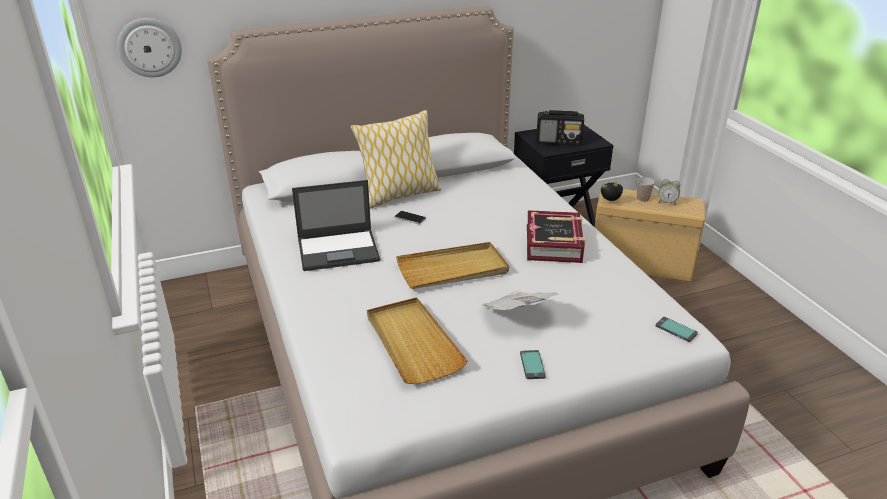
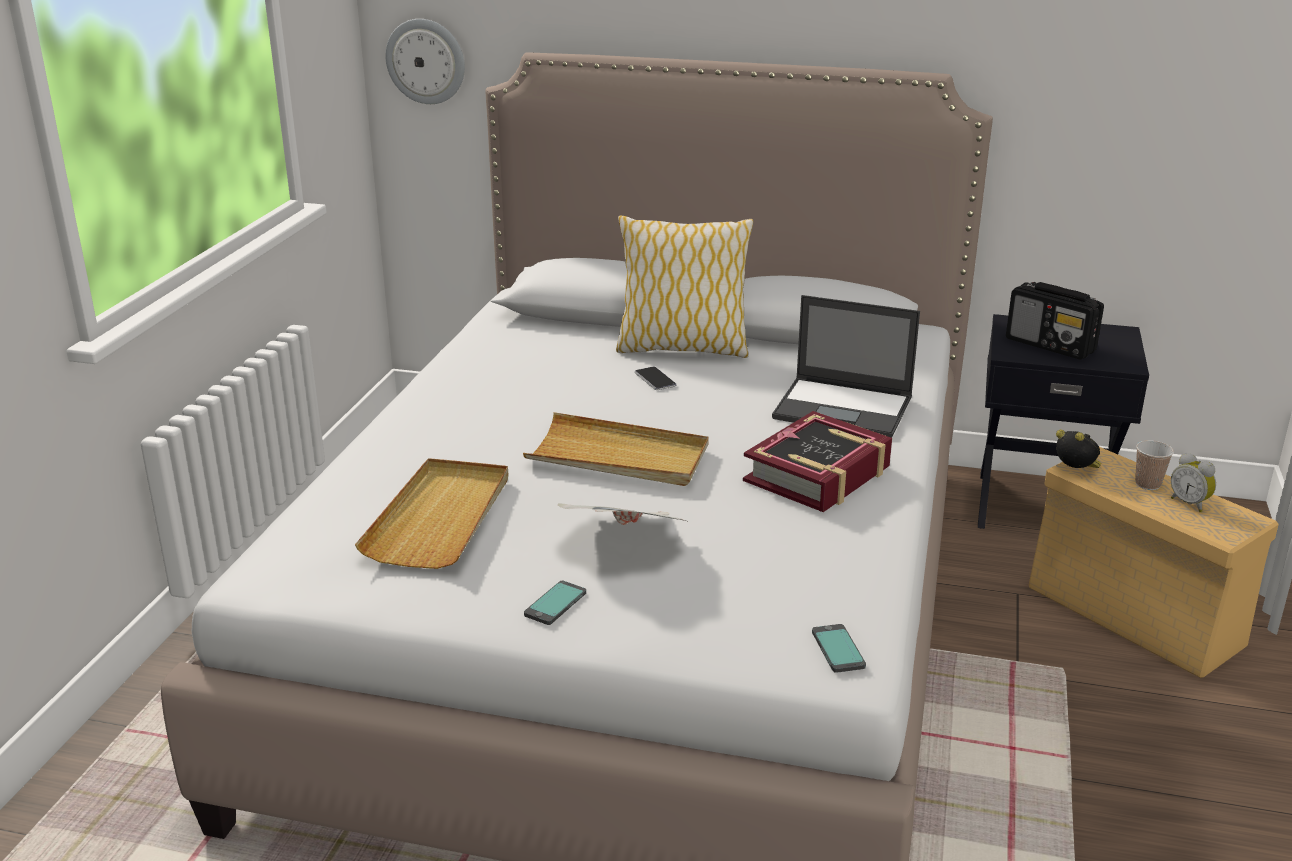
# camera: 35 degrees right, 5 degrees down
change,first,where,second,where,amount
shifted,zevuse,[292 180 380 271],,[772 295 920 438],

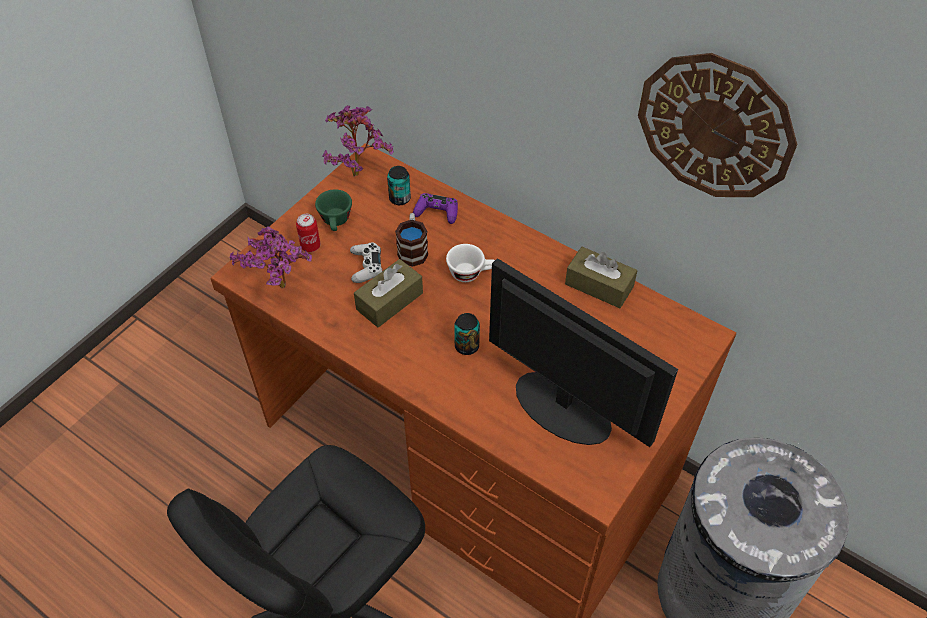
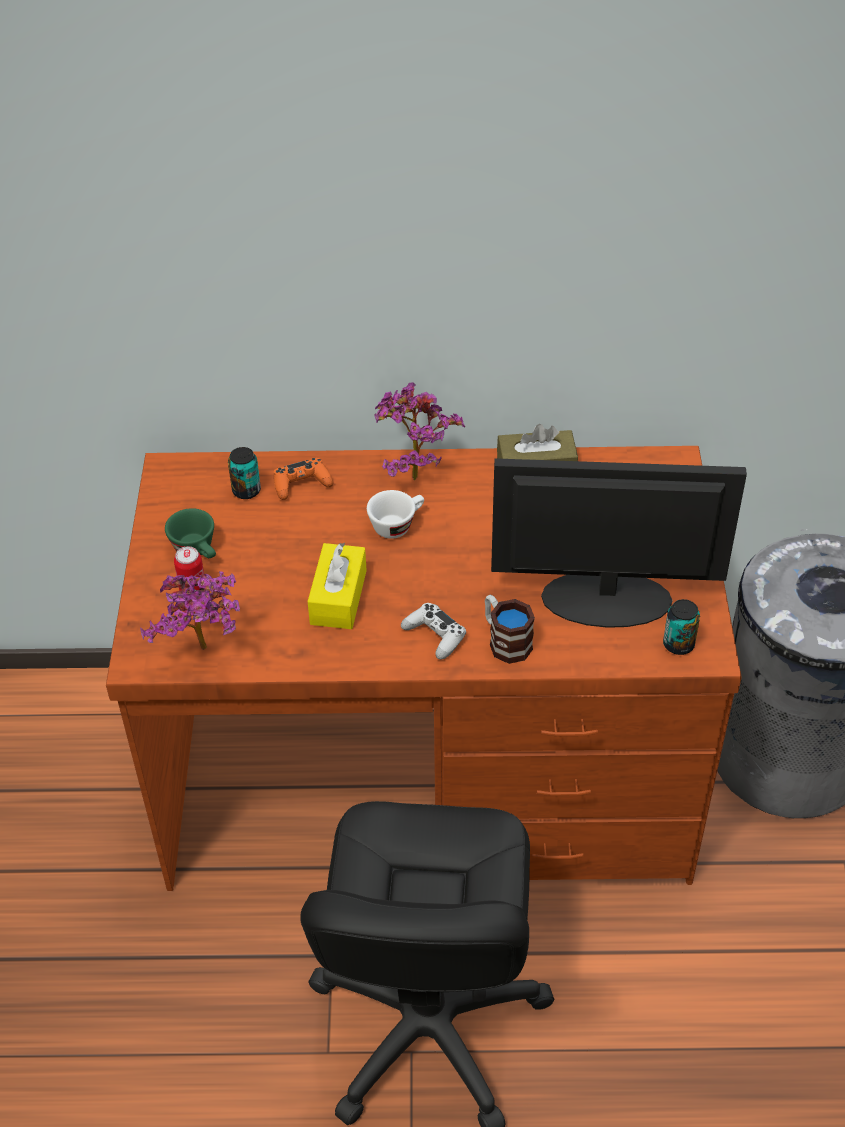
# camera: 35 degrees left, 5 degrees down
change,first,where,second,where,amount
gone,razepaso,[638 53 797 197],,,
shifted,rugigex,[322 106 394 177],,[374 382 465 481],
repainted,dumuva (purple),[413 193 458 224],dumuva (orange),[274 458 333 500],
shifted,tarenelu,[395 213 428 267],,[485 595 535 664],
shifted,dumuva (white),[350 242 382 283],,[401 603 466 660],
repainted,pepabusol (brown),[354 259 423 328],pepabusol (yellow),[308 543 367 629],
shifted,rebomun,[454 313 480 355],,[663 599 700 655],

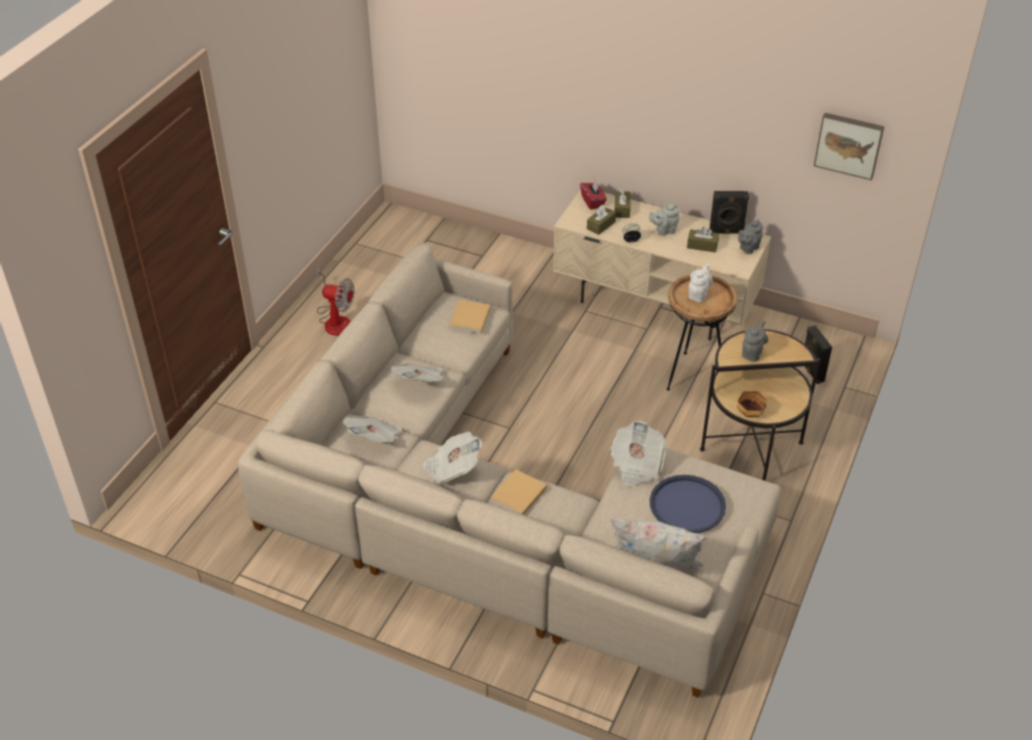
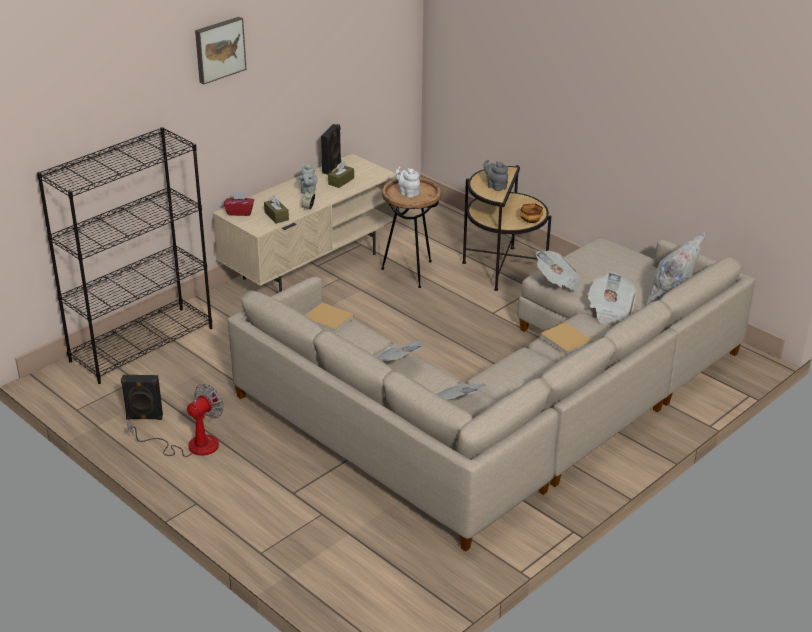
# camera: 70 degrees left, 10 degrees down
change,first,where,second,where,amount
shifted,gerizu,[814 113 884 180],,[195 17 247 84],
gone,pepabusol (brown),[615 189 630 218],,,
gone,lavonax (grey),[738 220 763 254],,,
shifted,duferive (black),[804 326 832 384],,[121 375 163 420],
shifted,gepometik,[422 432 483 485],,[587 272 637 324],
gone,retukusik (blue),[650 475 726 533],,,
new,,,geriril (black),[37 127 212 384],

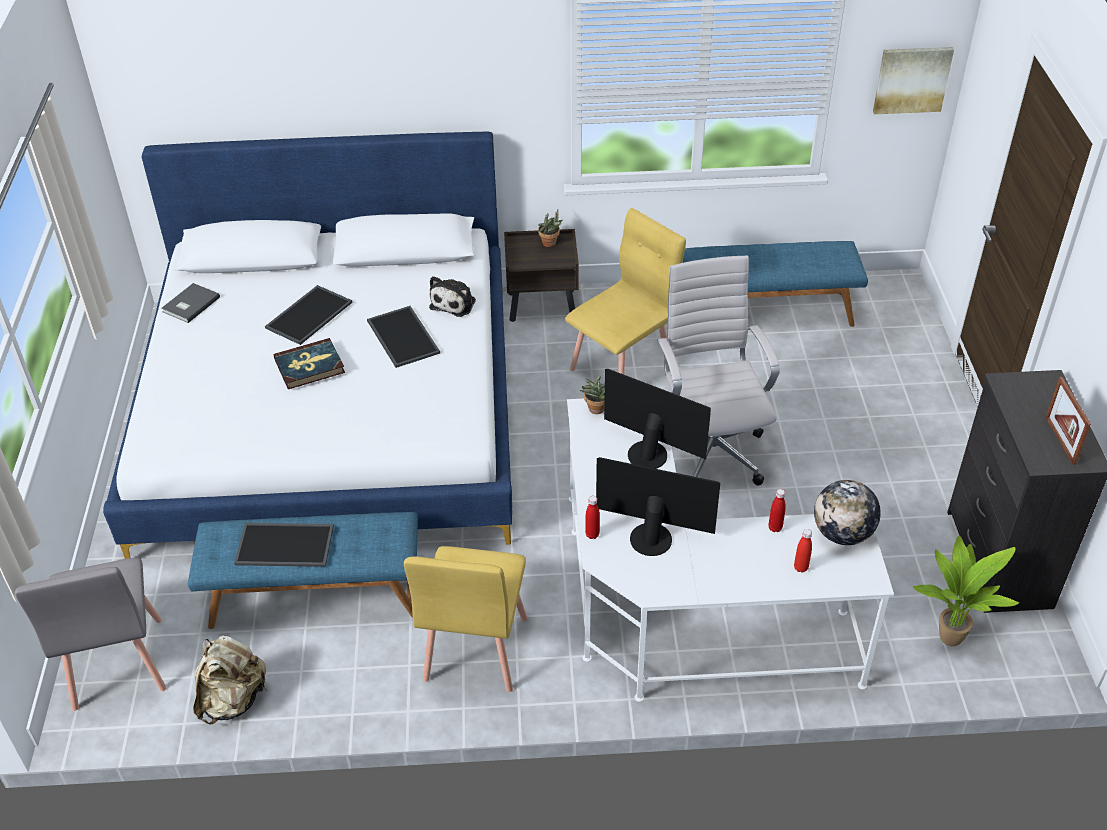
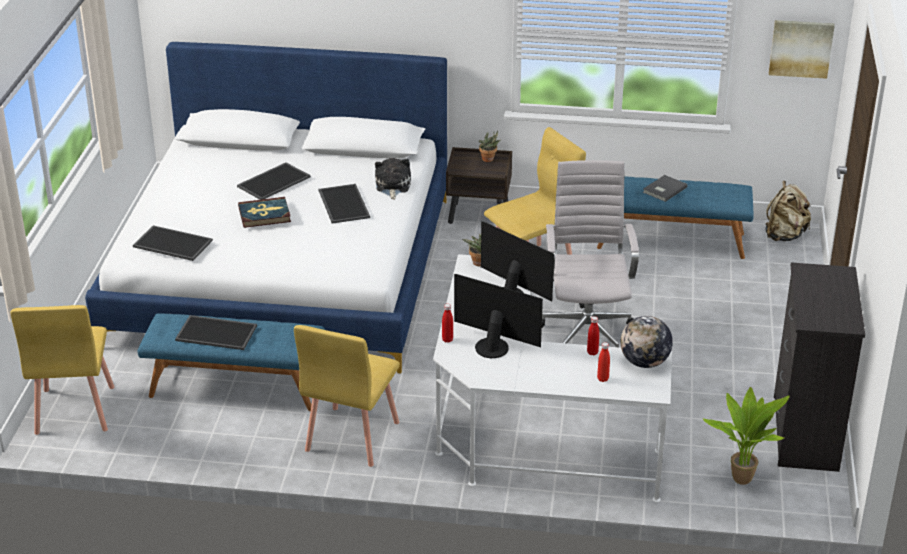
# camera: 10 degrees right, 10 degrees down
change,first,where,second,where,amount
rotated,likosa,[429 276 476 317],,[375 158 411 200],150 degrees clockwise
shifted,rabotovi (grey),[161 283 220 323],,[643 175 688 202],
gone,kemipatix,[1046 377 1091 465],,,
repainted,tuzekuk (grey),[15 558 166 711],tuzekuk (yellow),[11 305 114 435],
shifted,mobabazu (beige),[193 636 266 724],,[765 181 811 241],
new,,,retukusik,[133 225 213 261],

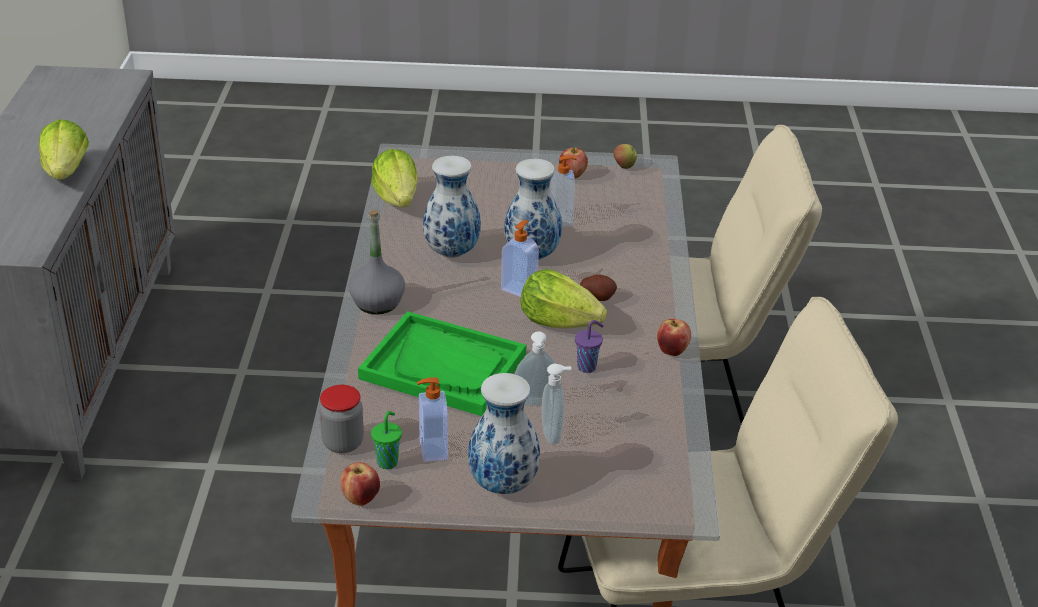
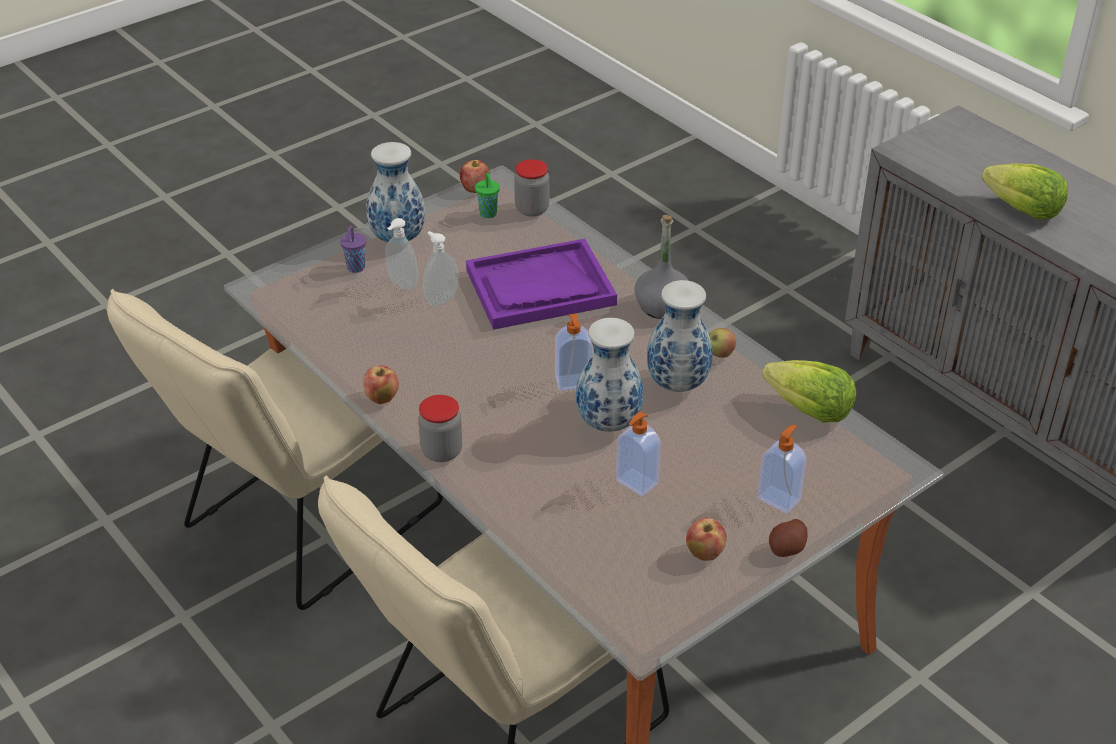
# camera: 140 degrees right, 5 degrees up
change,first,where,second,where,amount
shifted,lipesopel,[613 144 637 169],,[709 328 736 358],
gone,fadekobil,[520 269 607 329],,,
shifted,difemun,[580 274 617 301],,[769 519 808 557],
repainted,retukusik (green),[358 311 526 416],retukusik (purple),[466 239 617 330],
shifted,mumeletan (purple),[575 320 604 373],,[340 226 366 273],
shifted,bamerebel,[417 377 448 462],,[757 425 807 513],
new,,,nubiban,[418 395 462 462],

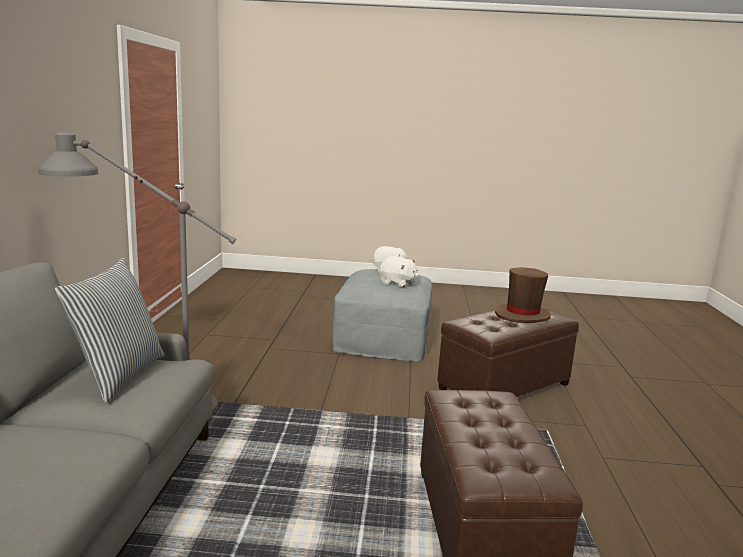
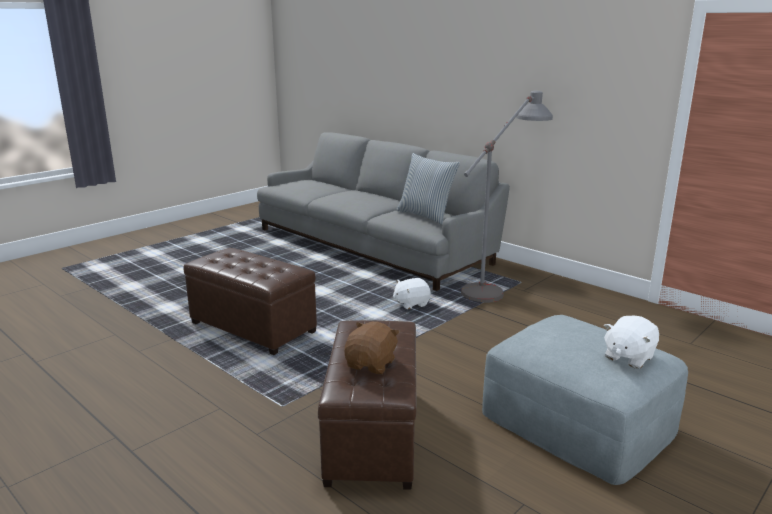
# camera: 130 degrees right, 5 degrees up
change,first,where,second,where,amount
shifted,likosa (white),[379 256 418 287],,[393 278 431 309],
swapped,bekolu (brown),[495 267 551 323],likosa (brown),[344 322 400 374],

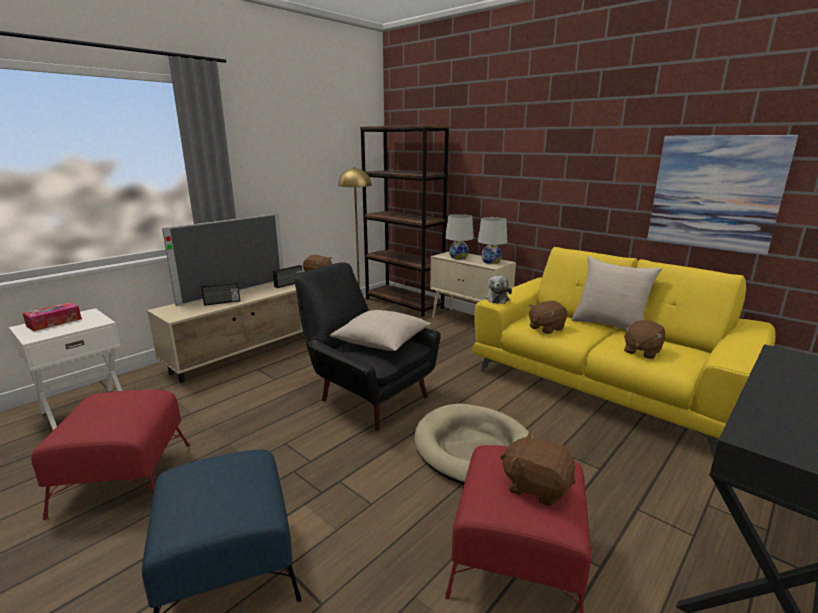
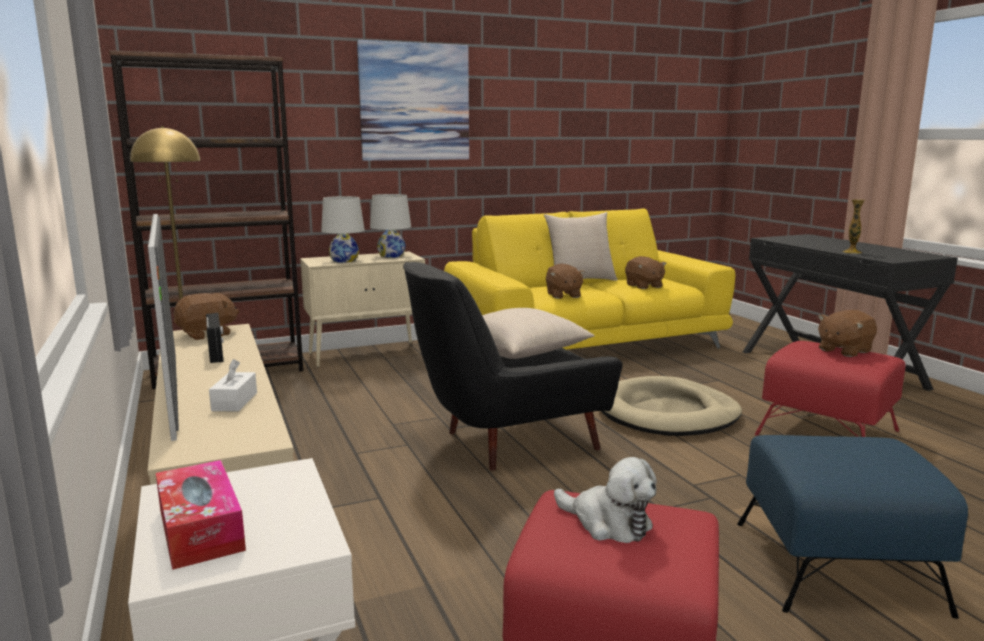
# camera: 65 degrees left, 5 degrees down
change,first,where,second,where,amount
shifted,gerizu,[647 135 798 255],,[357 40 469 161],
shifted,likosa,[485 276 512 304],,[554 457 657 543],
swapped,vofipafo,[201 282 240 306],pepabusol (white),[209 359 257 411],
new,,,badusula,[843 199 865 254],

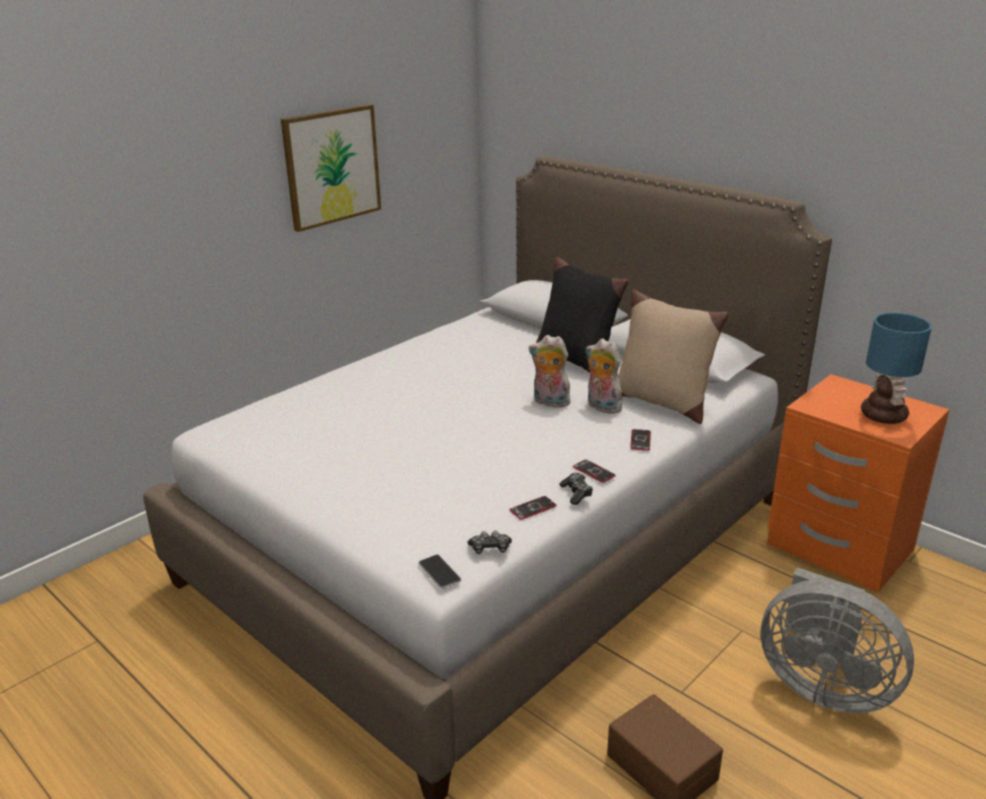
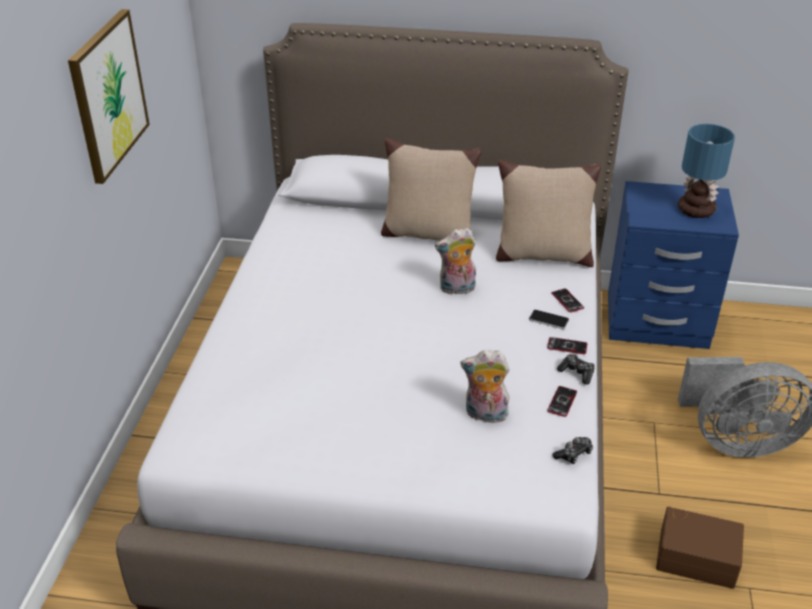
# camera: 35 degrees left, 10 degrees up
change,first,where,second,where,amount
repainted,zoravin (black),[536 257 628 373],zoravin (beige),[381 138 481 241],
shifted,likosa,[586 339 627 414],,[460 350 511 426],
repainted,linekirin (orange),[767 374 950 592],linekirin (blue),[608 181 739 349],
shifted,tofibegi,[418 555 461 589],,[529 310 569 329],

